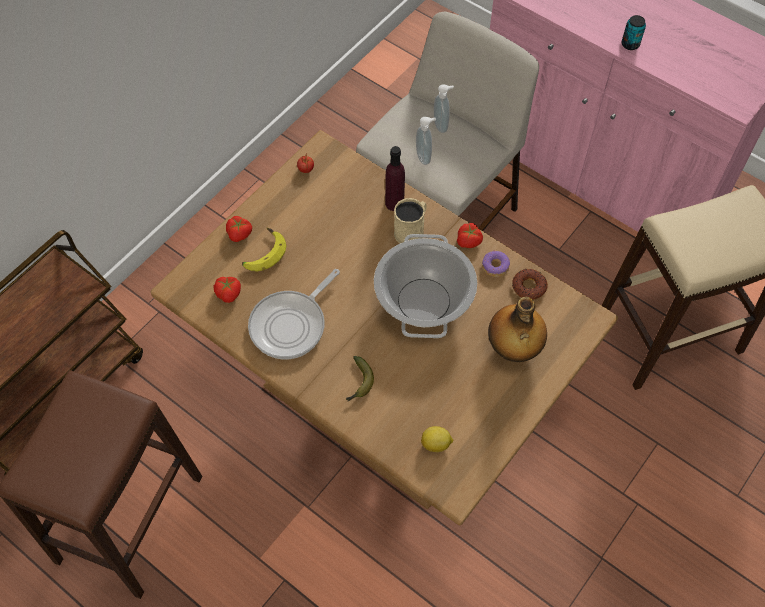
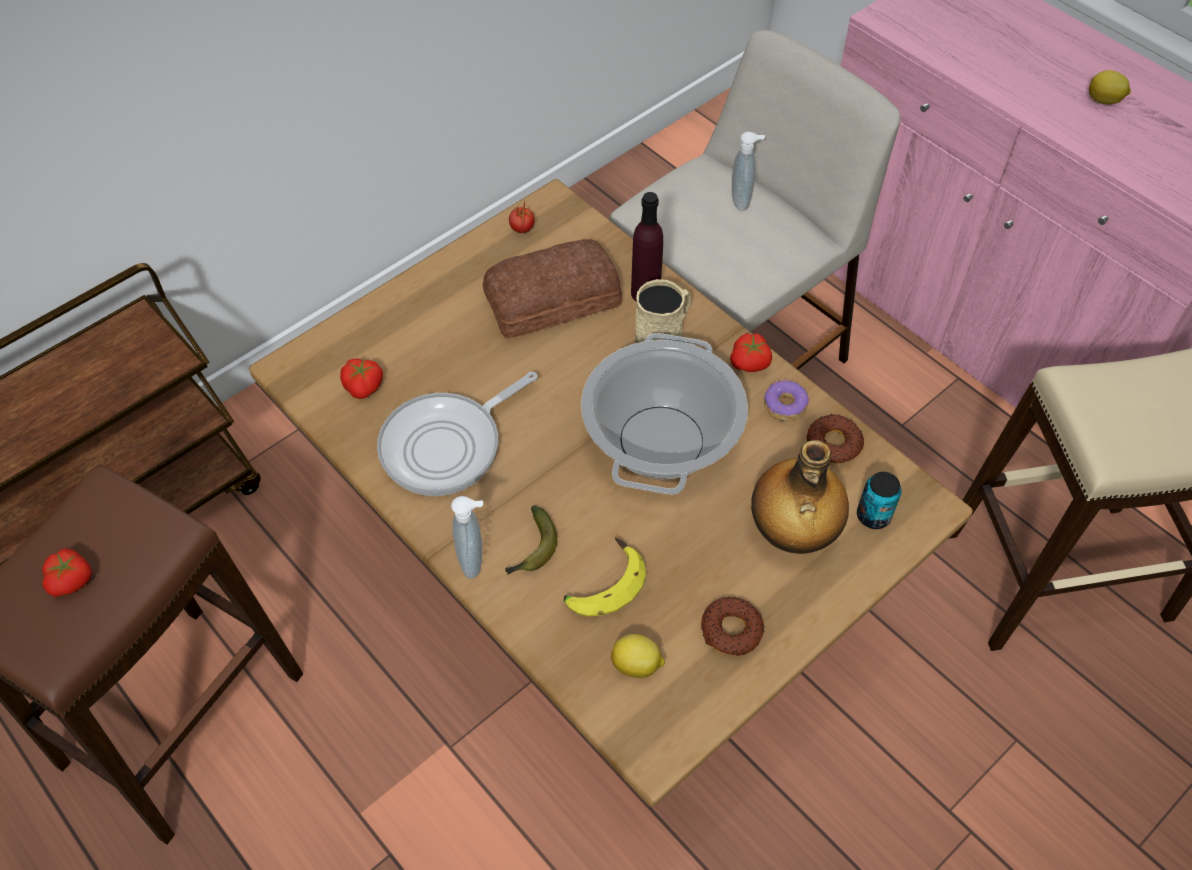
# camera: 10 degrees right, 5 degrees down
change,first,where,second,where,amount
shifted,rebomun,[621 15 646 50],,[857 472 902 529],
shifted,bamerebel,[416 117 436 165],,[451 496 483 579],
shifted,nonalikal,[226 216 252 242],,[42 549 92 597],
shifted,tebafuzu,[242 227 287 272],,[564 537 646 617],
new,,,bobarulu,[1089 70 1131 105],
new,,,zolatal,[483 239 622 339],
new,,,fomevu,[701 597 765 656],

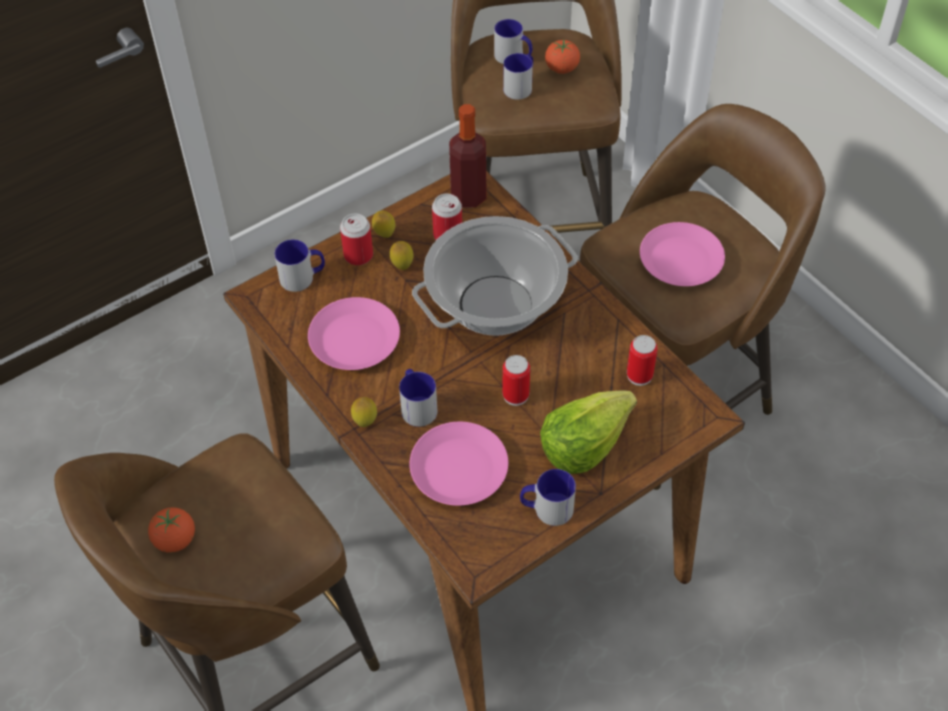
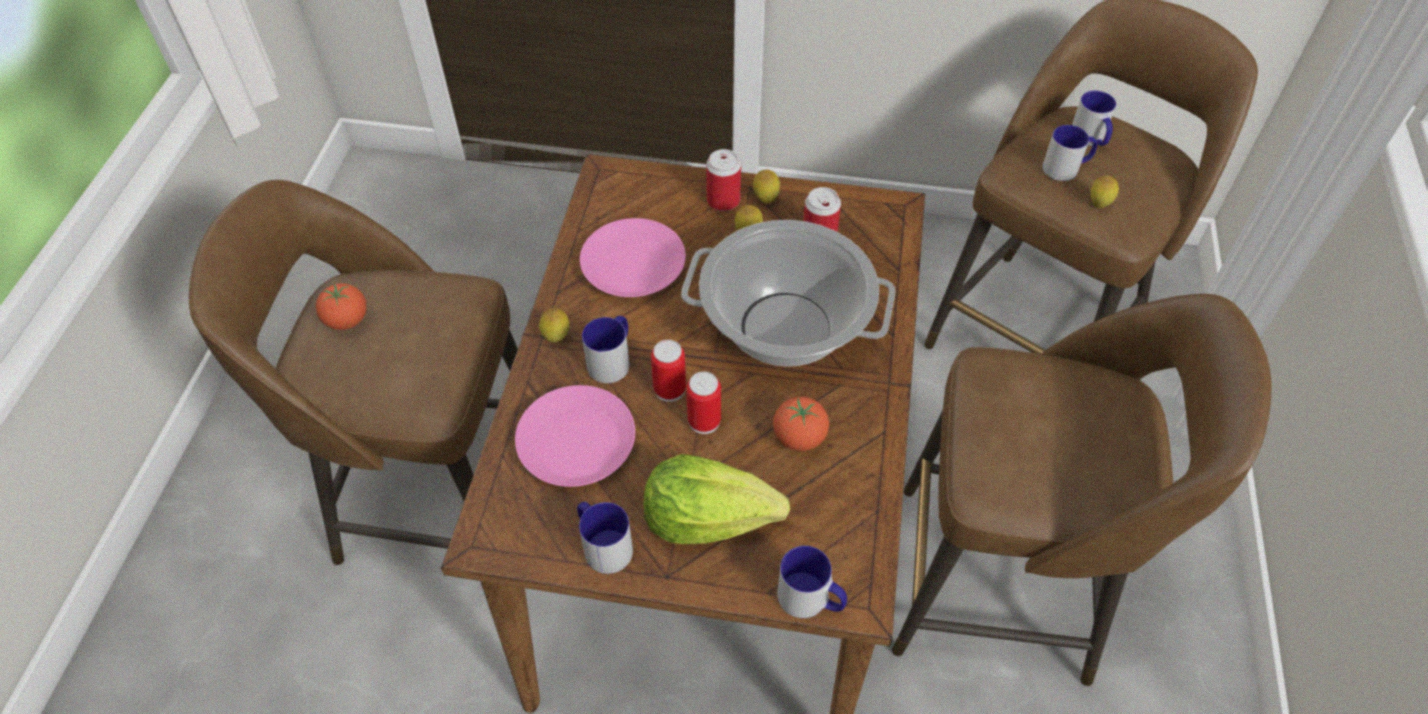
# camera: 45 degrees right, 0 degrees up
change,first,where,second,where,amount
shifted,nonalikal,[545 40 580 74],,[773 397 829 451],
gone,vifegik,[449 104 486 208],,,
gone,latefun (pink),[640 222 725 286],,,
shifted,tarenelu,[274 240 325 292],,[777 546 847 618],
shifted,rebomun,[627 335 657 386],,[651 340 686 402],
new,,,bobarulu,[1090 175 1119 208],

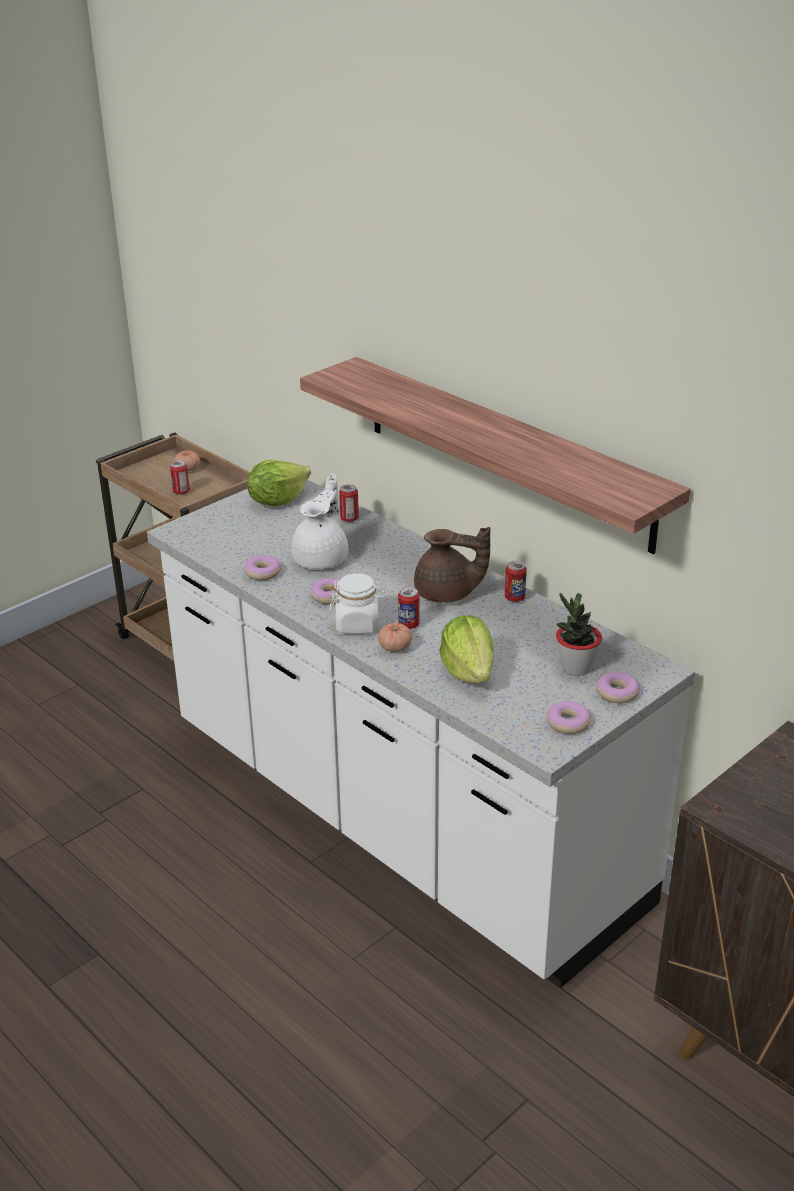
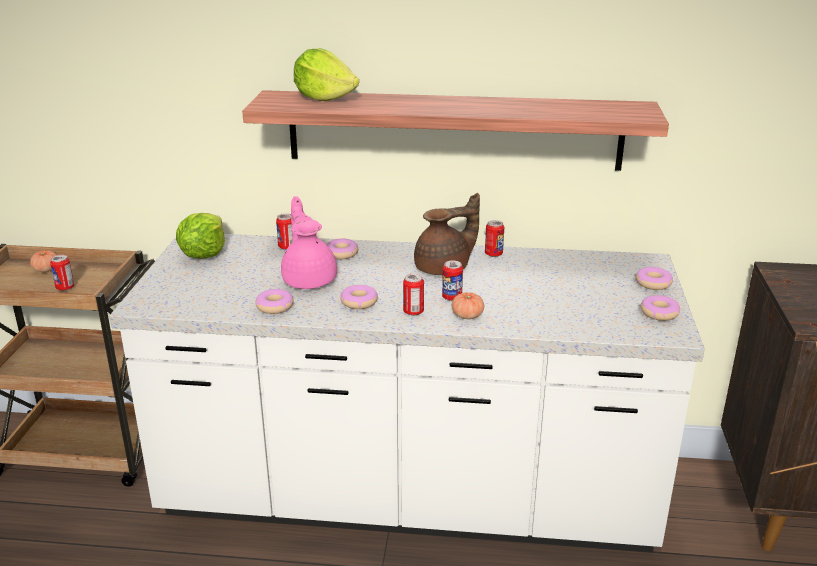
# camera: 40 degrees left, 5 degrees down
change,first,where,second,where,amount
repainted,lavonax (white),[292 473 348 569],lavonax (pink),[281 196 337 289],
swapped,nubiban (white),[330 573 385 634],rebomun,[403 274 424 316],
gone,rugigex,[556 593 602 676],,,
shifted,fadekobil,[440 616 494 684],,[294 48 359 101],
new,,,fomevu,[326 239 358 259],

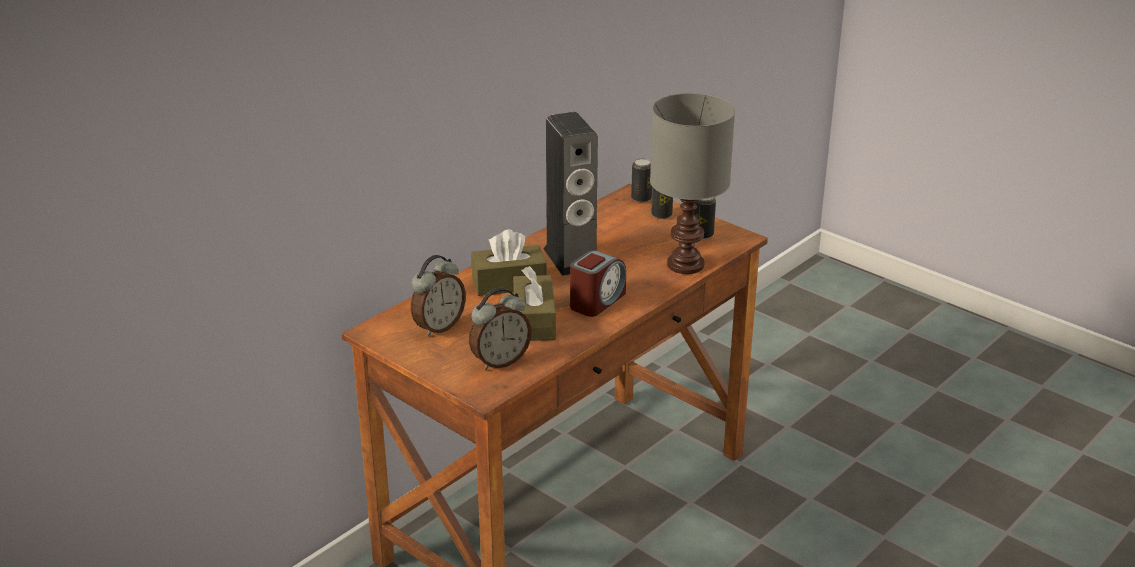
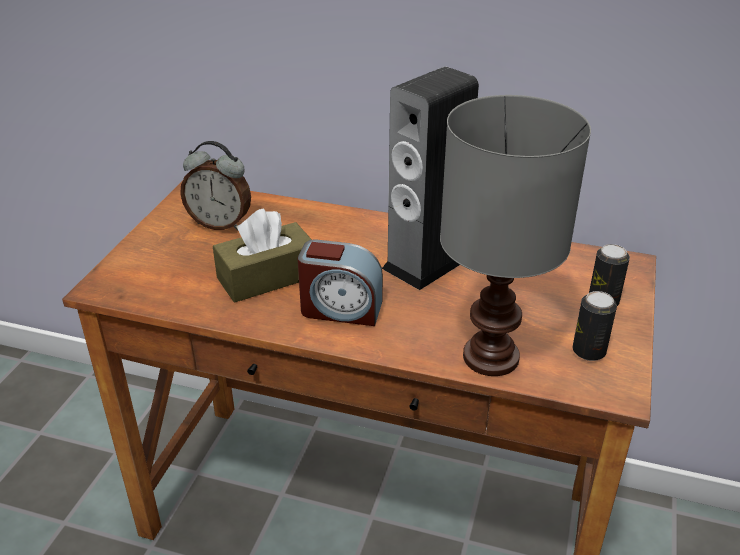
# camera: 65 degrees right, 5 degrees up
change,first,where,second,where,amount
gone,rebomun,[631 158 652 202],,,
gone,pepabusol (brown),[471 229 547 296],,,
gone,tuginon,[469 288 532 370],,,

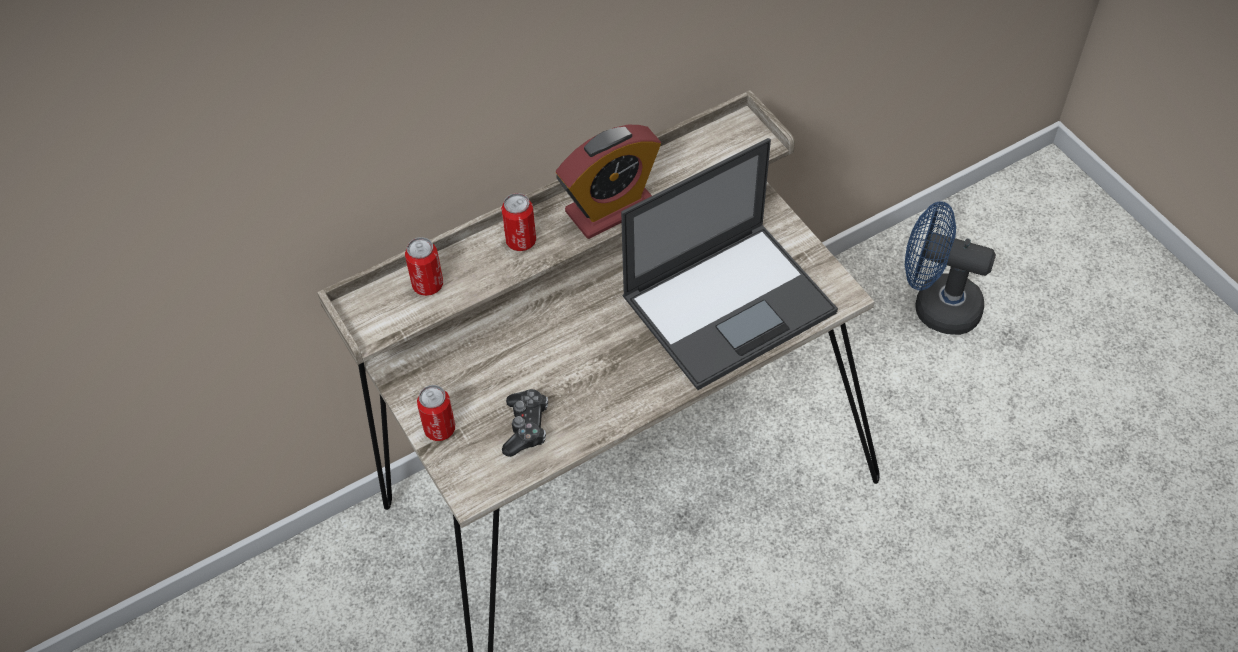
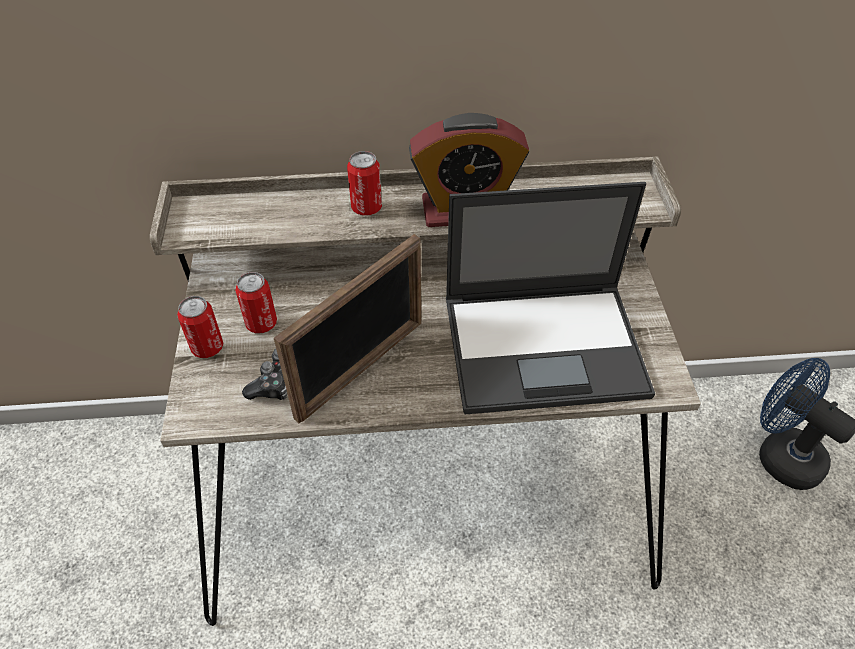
# camera: 25 degrees right, 5 degrees down
change,first,where,second,where,amount
shifted,rebomun,[405 237 443 296],,[235 272 277 333],
new,,,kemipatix,[274 234 421 423],

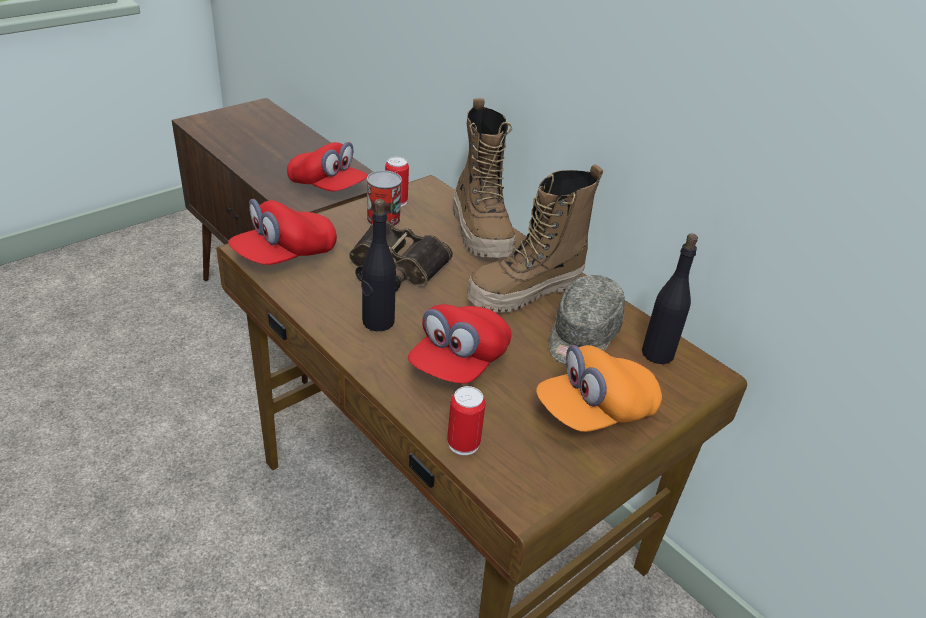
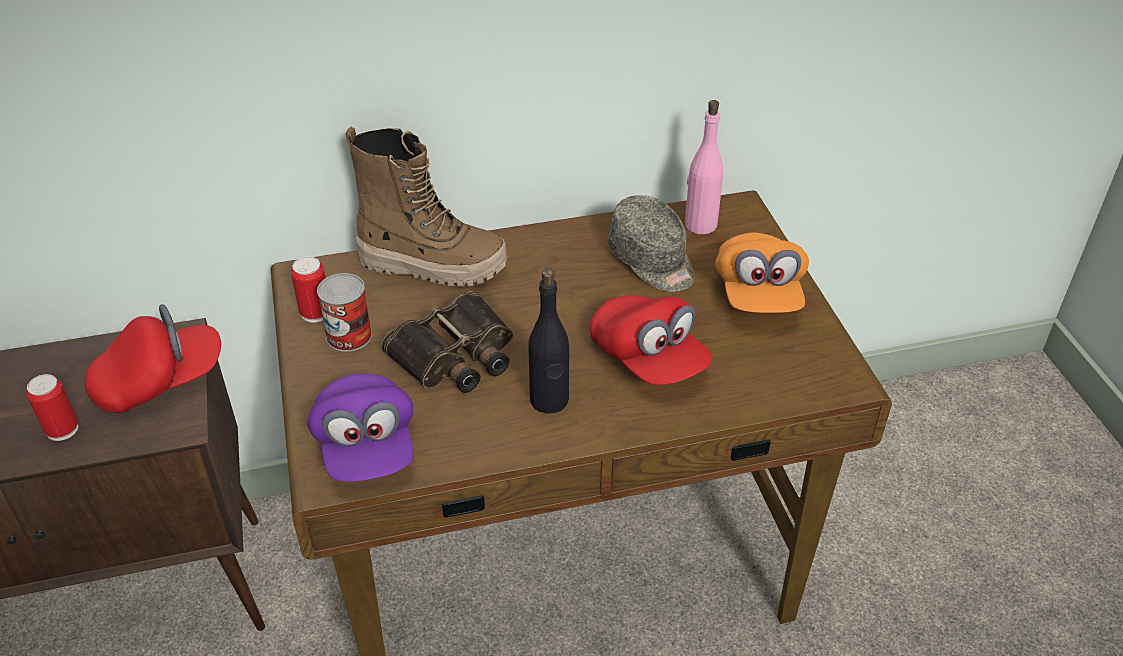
# camera: 60 degrees left, 5 degrees up
change,first,where,second,where,amount
gone,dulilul,[467 164 603 313],,,
repainted,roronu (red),[228 199 337 265],roronu (purple),[307 374 414 482],
repainted,vifegik (black),[642 234 698 364],vifegik (pink),[685 100 723 234],
shifted,rebomun,[447 386 486 455],,[26 374 79 441],

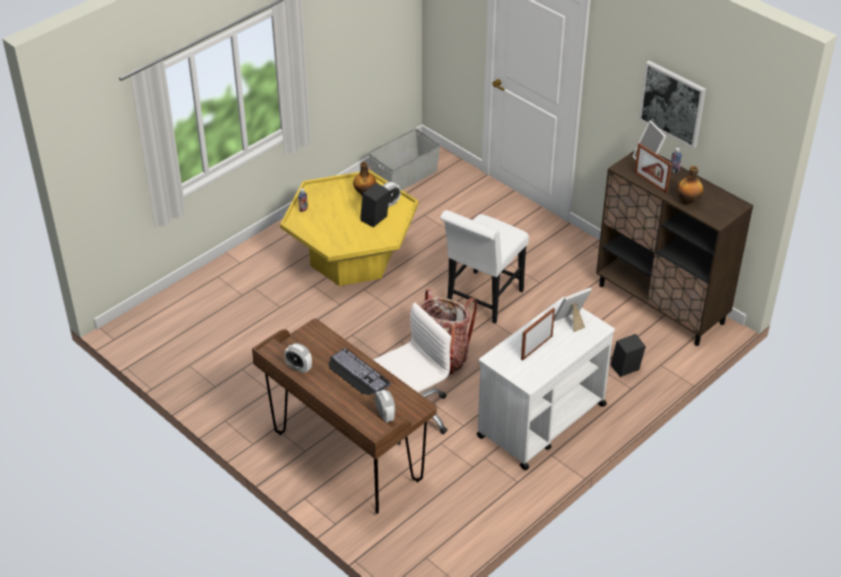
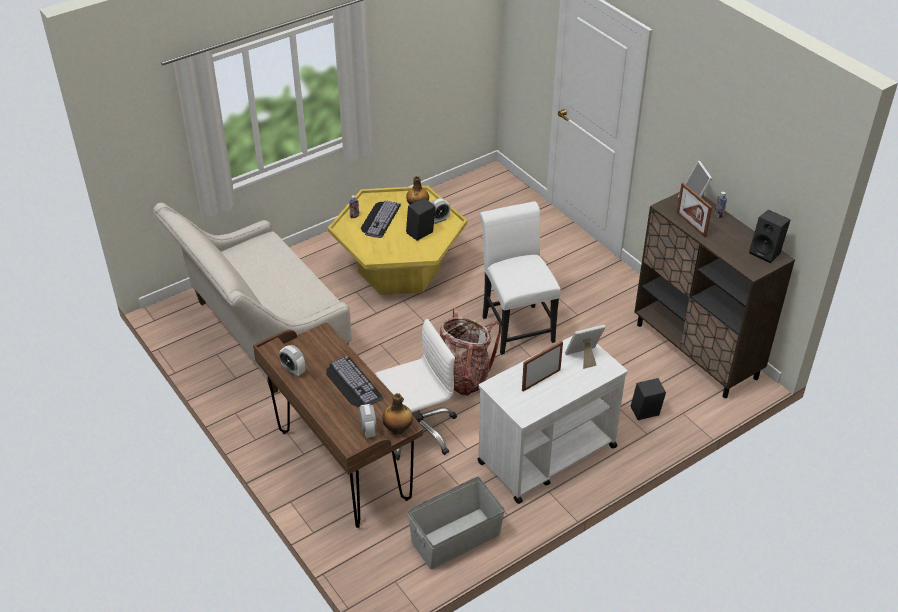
# camera: 10 degrees right, 0 degrees up
change,first,where,second,where,amount
gone,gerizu,[639 61 706 149],,,
shifted,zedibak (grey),[368 129 440 190],,[408 476 505 569],
shifted,vifegik,[677 166 704 205],,[383 393 413 434],
rotated,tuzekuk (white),[440 210 529 323],,[480 201 561 355],120 degrees clockwise
new,,,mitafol,[361 200 401 238],
new,,,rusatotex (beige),[153 203 352 393],
new,,,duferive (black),[749 210 791 263],

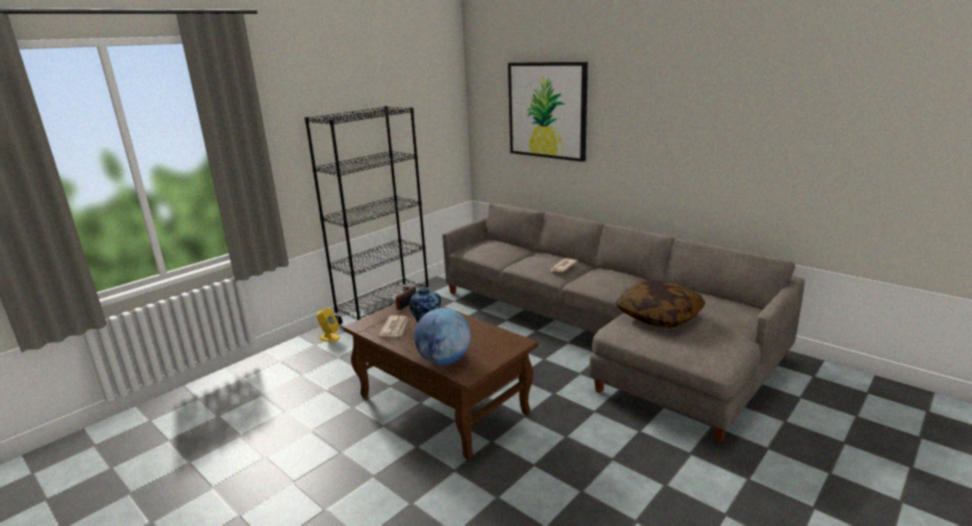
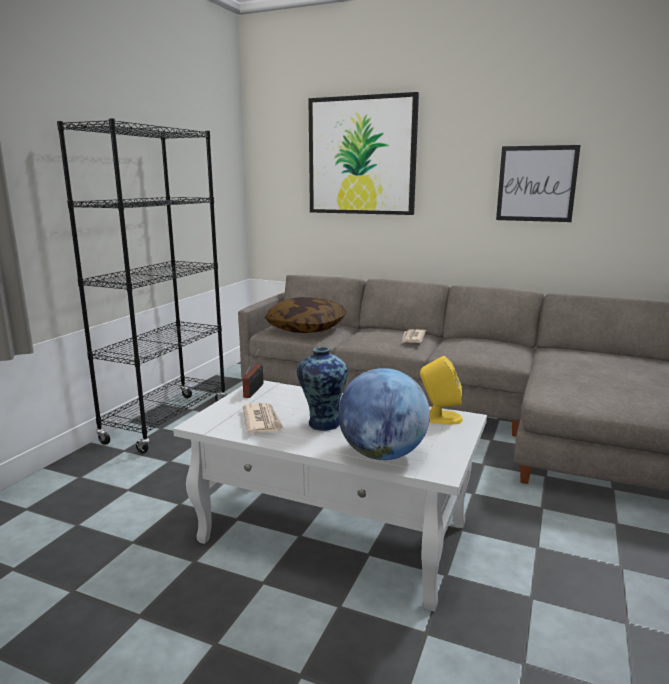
# camera: 20 degrees left, 5 degrees down
change,first,where,second,where,amount
shifted,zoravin,[616 280 705 328],,[265 297 346 333],
repainted,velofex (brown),[343 303 538 460],velofex (white),[173 380 487 611],
shifted,duferive (yellow),[317 308 340 342],,[420 356 463 425],
new,,,gerizu,[496 145 581 222],

